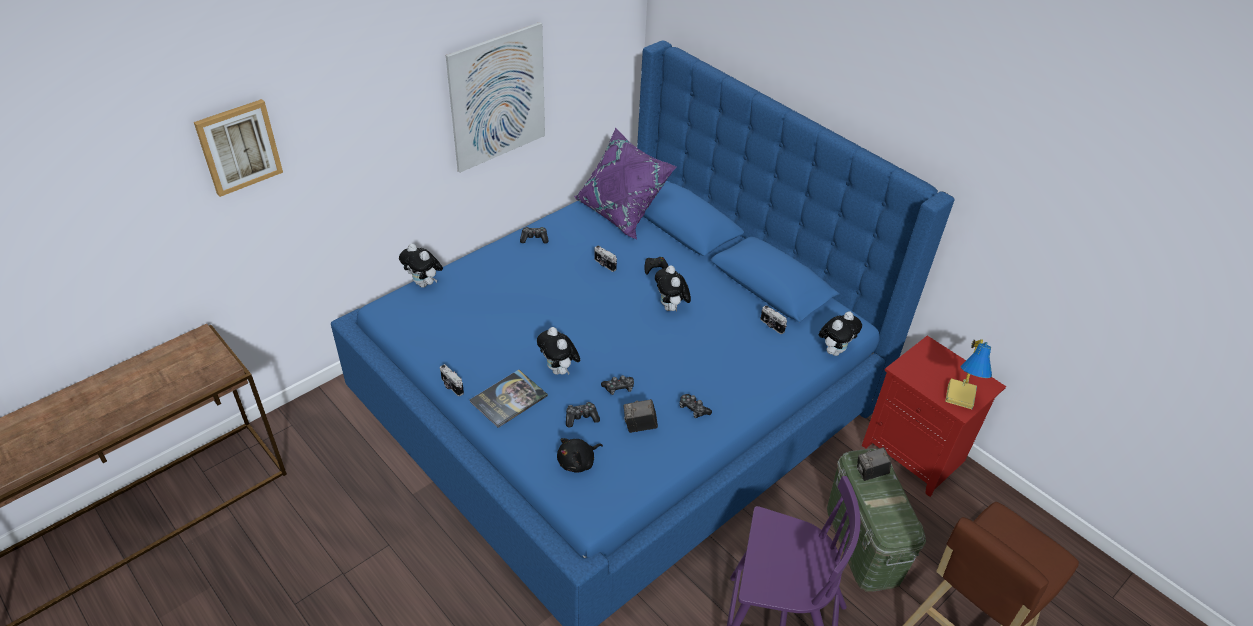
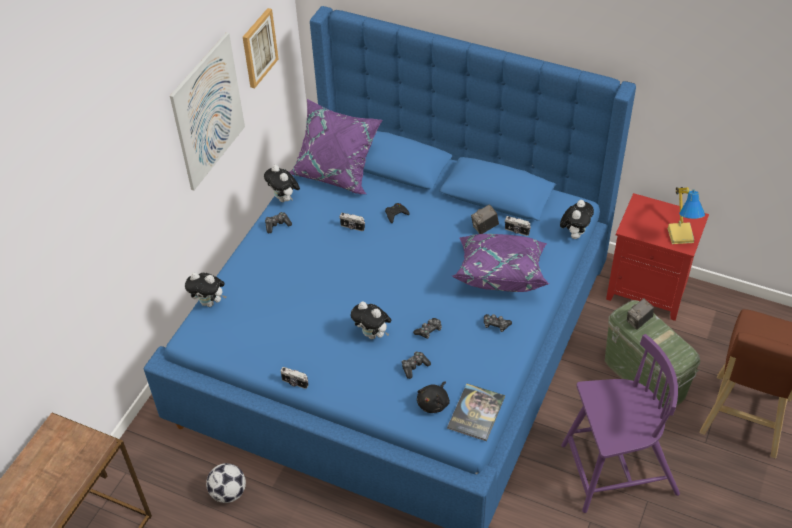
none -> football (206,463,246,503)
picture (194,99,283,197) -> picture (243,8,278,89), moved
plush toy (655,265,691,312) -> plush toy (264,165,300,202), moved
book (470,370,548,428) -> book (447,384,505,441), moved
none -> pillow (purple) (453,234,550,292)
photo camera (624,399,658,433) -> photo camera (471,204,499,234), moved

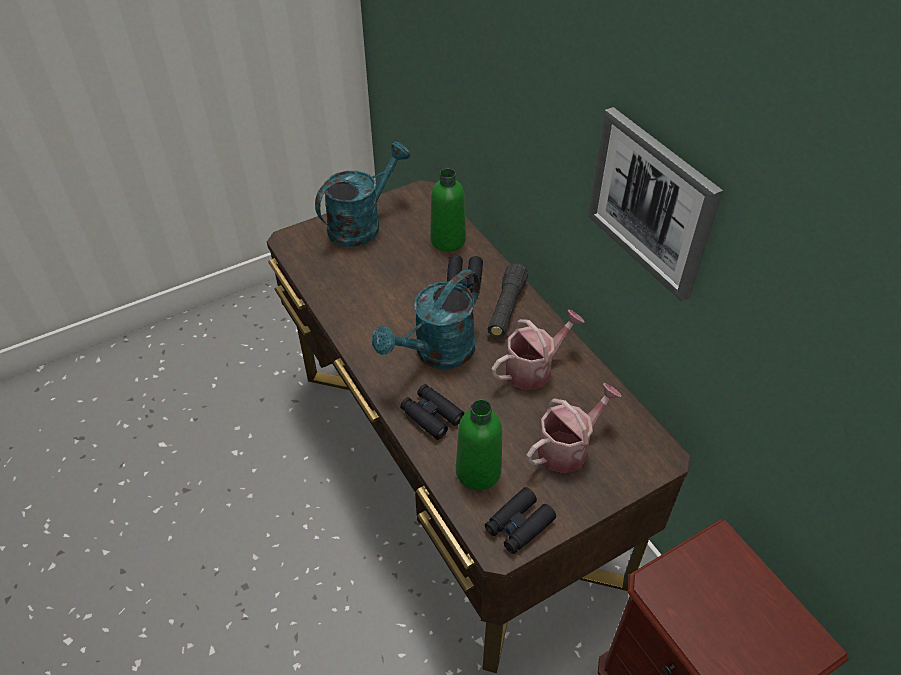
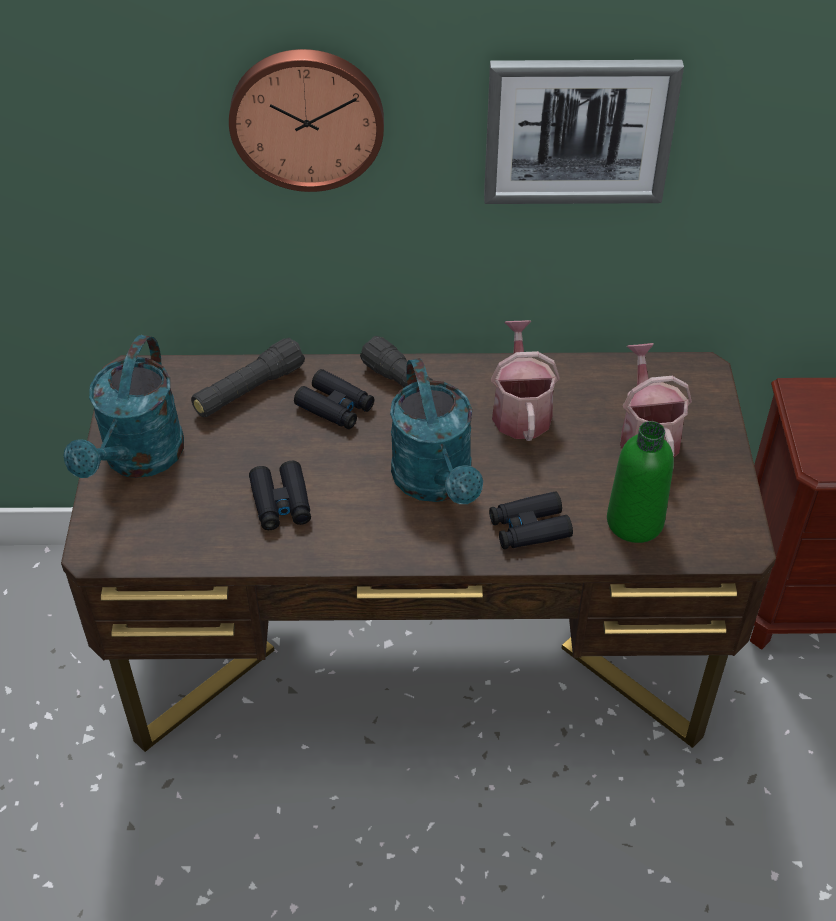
watering can (turquoise) (315,141,410,247) -> watering can (turquoise) (63,335,184,478), 150 degrees counterclockwise
bottle (green) (430,169,466,252) -> flashlight (black) (191,338,305,417)
none -> wall clock (229,49,384,192)
binoculars (black) (485,487,556,554) -> binoculars (black) (249,461,311,530), moved

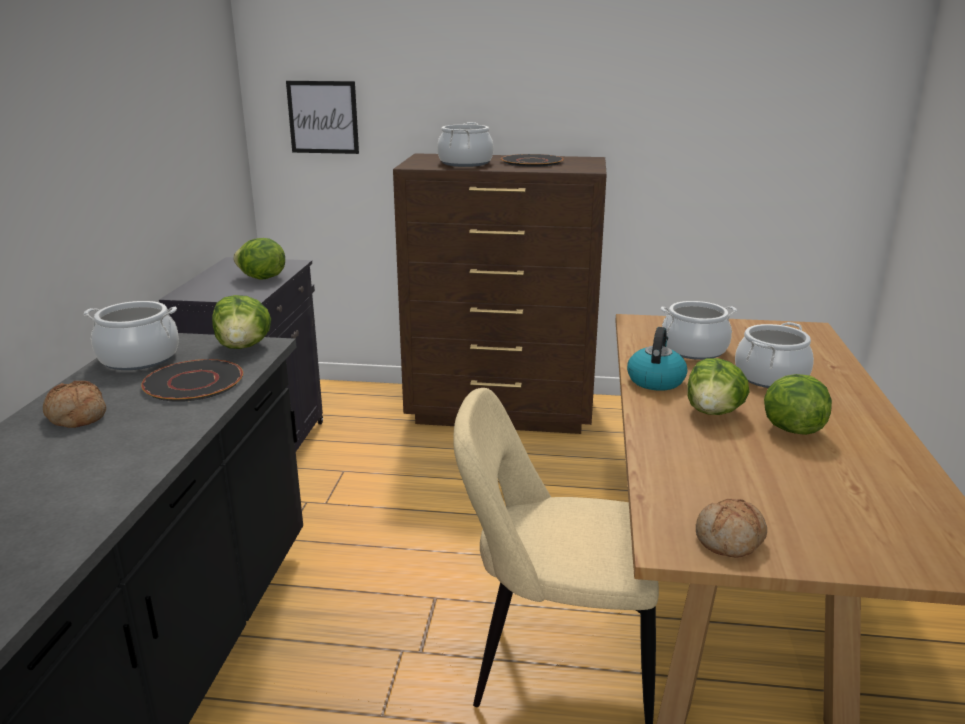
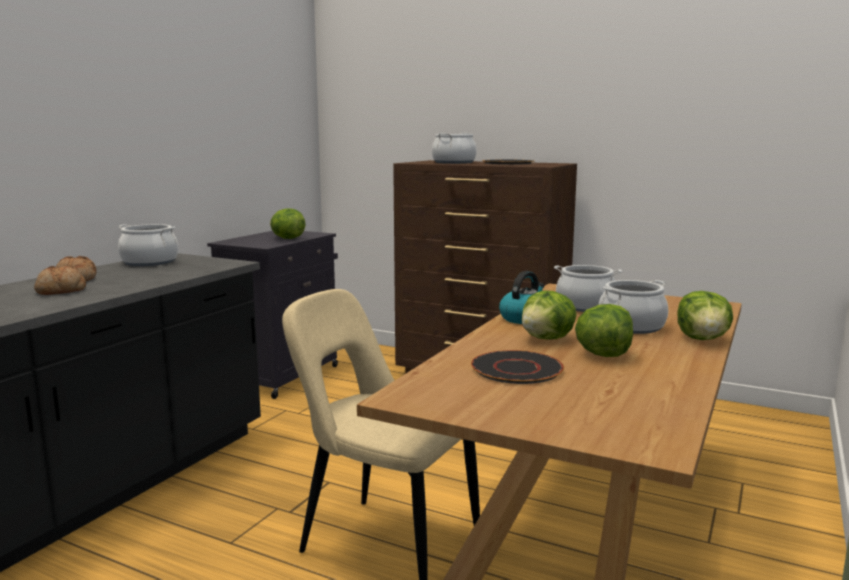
bread (696,499,767,558) -> bread (34,266,86,295), moved
plate (black) (141,359,243,402) -> plate (black) (471,350,564,384), moved
lettuce (212,295,271,349) -> lettuce (677,291,733,340), moved
picture (286,81,359,154) -> none

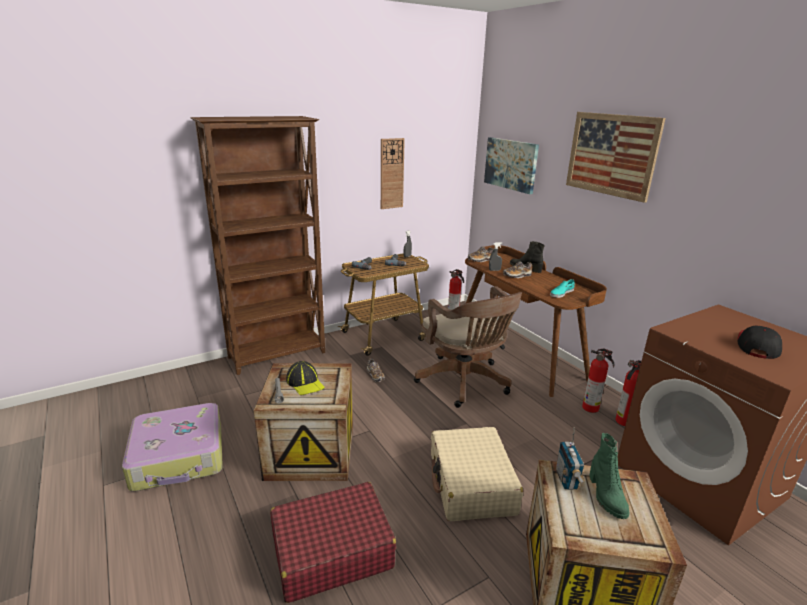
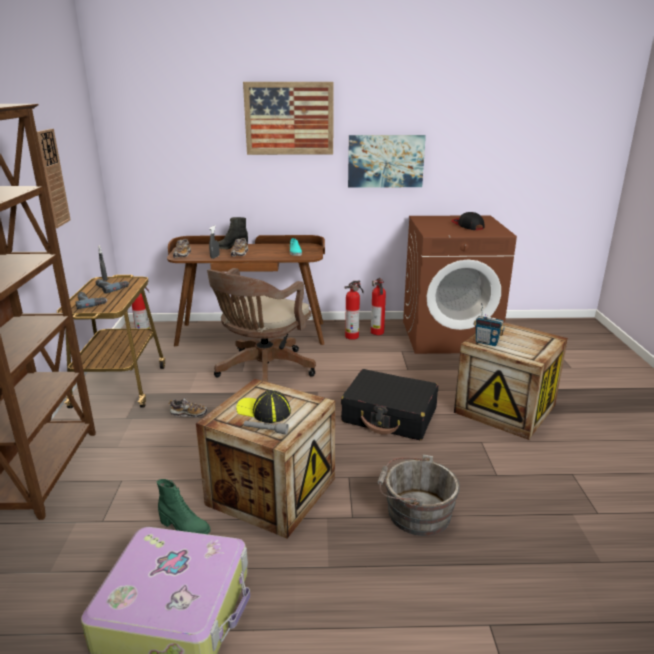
boot (green) (590,433,629,519) -> boot (green) (157,479,211,534), moved
office chair (brown) (414,286,522,408) -> office chair (brown) (207,268,316,382), 120 degrees clockwise
cap (286,361,325,395) -> cap (236,390,291,423), 150 degrees counterclockwise
suitcase (beige) (431,427,523,521) -> suitcase (black) (341,369,438,440)
picture (484,137,539,194) -> picture (348,135,426,188), moved
suitcase (red) (270,482,396,603) -> bucket (grey) (377,454,460,536)

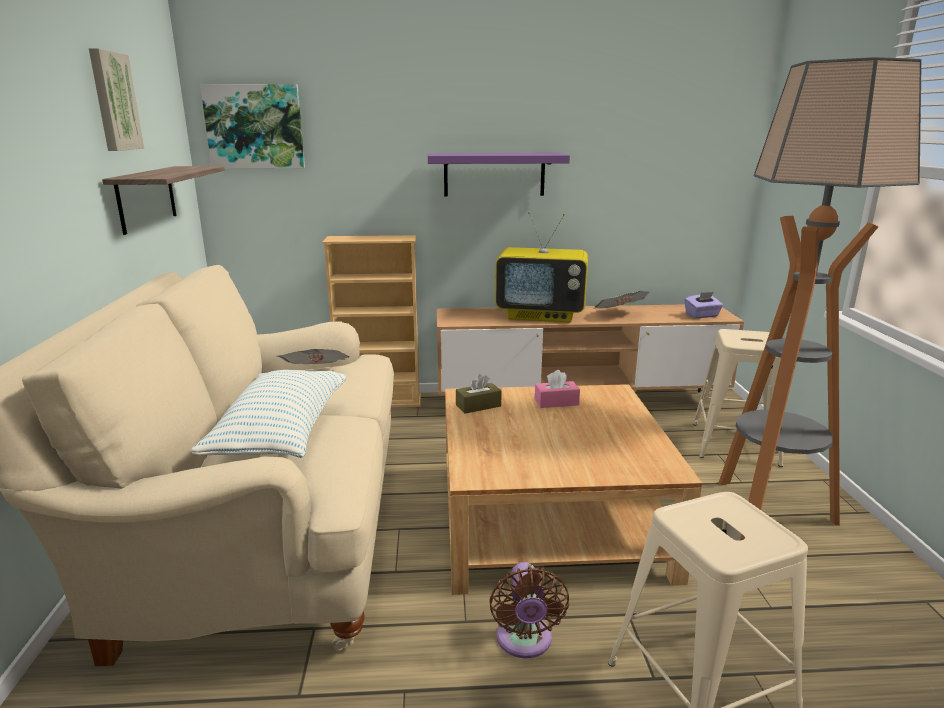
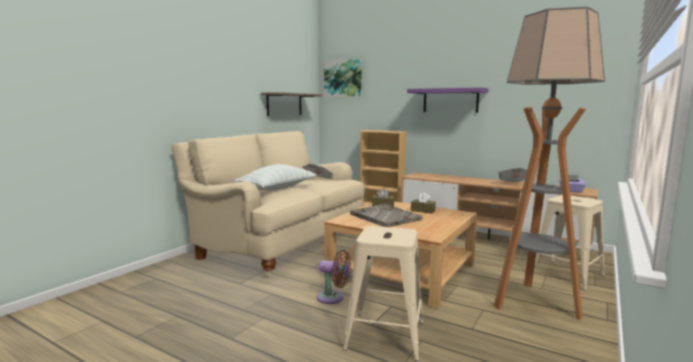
fan (brown) (489,562,569,659) -> fan (brown) (317,250,351,304), 105 degrees counterclockwise
none -> tray (grey) (350,204,423,227)
tissue box (pink) (535,370,580,408) -> tissue box (brown) (411,192,436,213)
picture (89,48,144,151) -> none
television (495,212,588,322) -> none

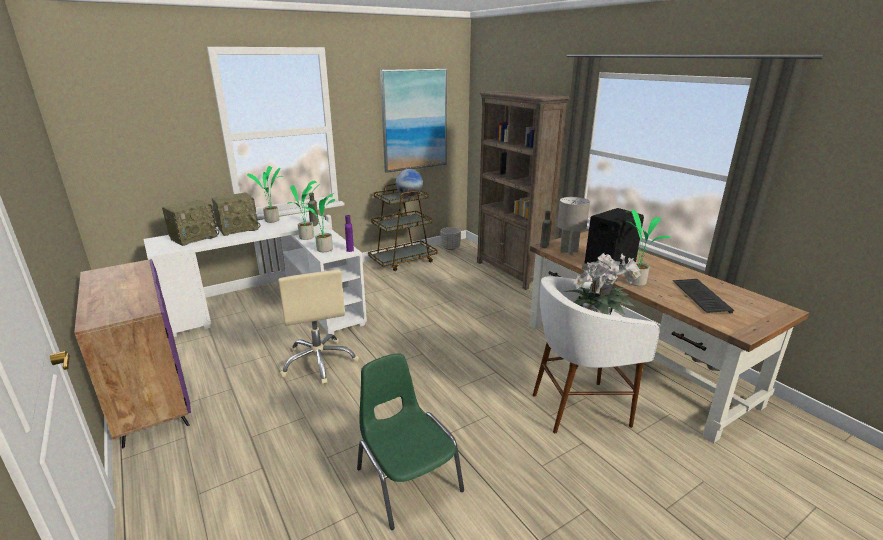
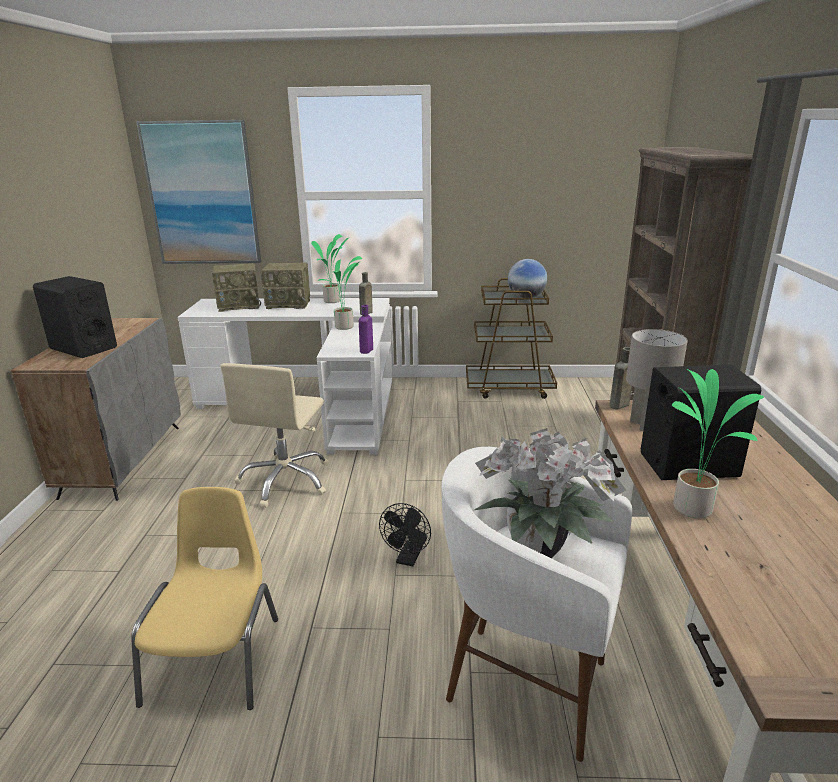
cabinet (purple) (74,259,191,449) -> cabinet (grey) (11,318,181,501)
none -> speaker (black) (33,276,117,358)
chair (green) (357,354,464,530) -> chair (yellow) (131,487,278,710)
picture (380,69,447,173) -> picture (136,120,261,264), moved
none -> fan (black) (379,503,431,566)
potted plant (301,194,335,252) -> none
planter (grey) (440,227,461,250) -> none
keyboard (673,279,734,313) -> none

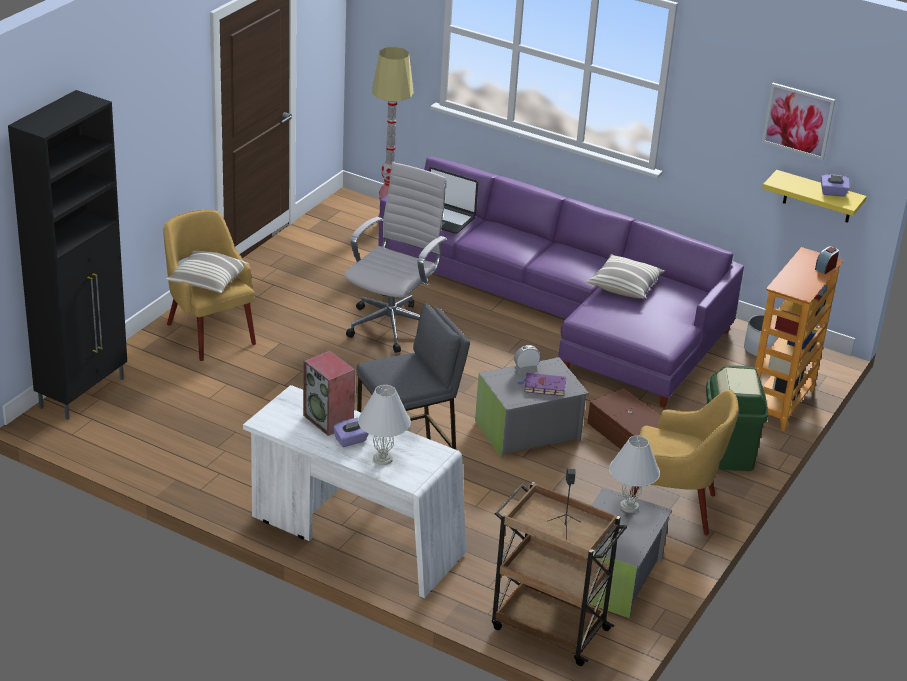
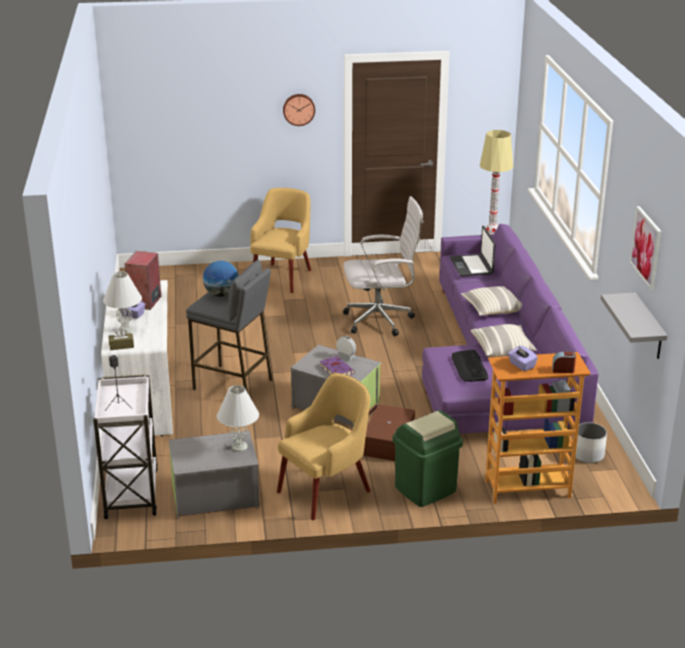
cart (brown) (492,482,627,666) -> cart (white) (93,374,158,519)
none -> tissue box (brown) (109,329,134,350)
none -> globe (203,261,239,297)
armchair (yellow) (629,389,739,535) -> armchair (yellow) (277,373,371,520), 105 degrees counterclockwise
none -> wall clock (283,94,315,126)
none -> keyboard (452,350,489,382)
pillow (166,251,249,293) -> pillow (461,286,522,316), moved
tissue box (purple) (821,175,850,197) -> tissue box (purple) (508,346,538,371), moved
shelf (yellow) (762,170,867,223) -> shelf (grey) (601,293,668,359)
cabinet (black) (8,90,127,420) -> none

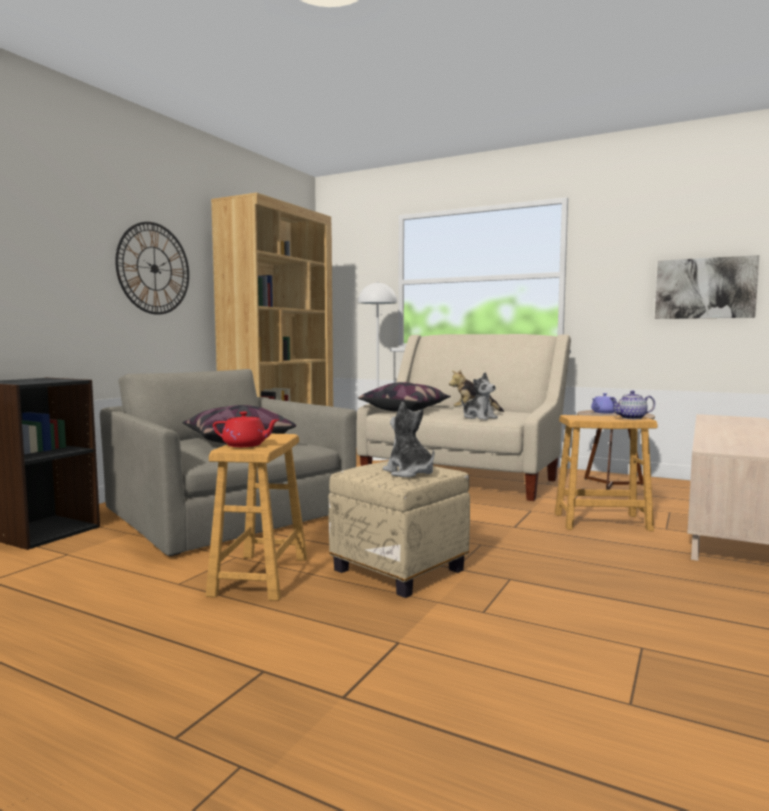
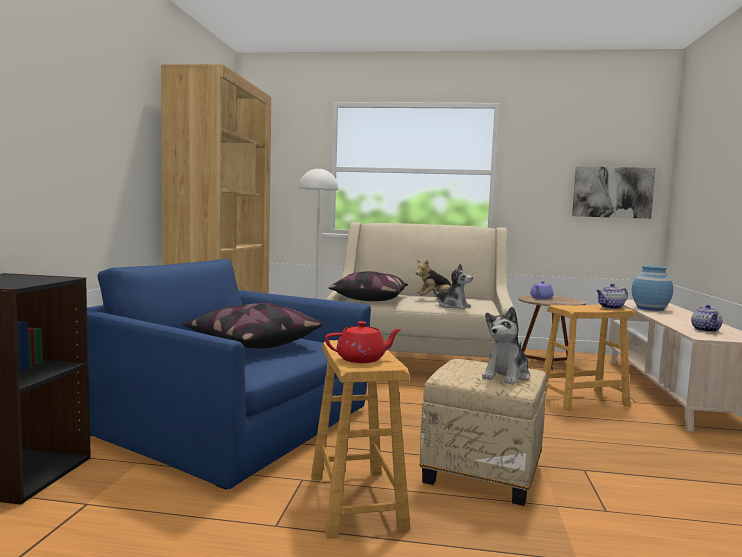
armchair (grey) (100,369,357,557) -> armchair (blue) (87,259,371,490)
plush toy (383,402,434,477) -> plush toy (482,306,531,385), 90 degrees counterclockwise
none -> vase (blue) (632,266,673,311)
none -> teapot (691,305,723,332)
wall clock (115,222,189,315) -> none

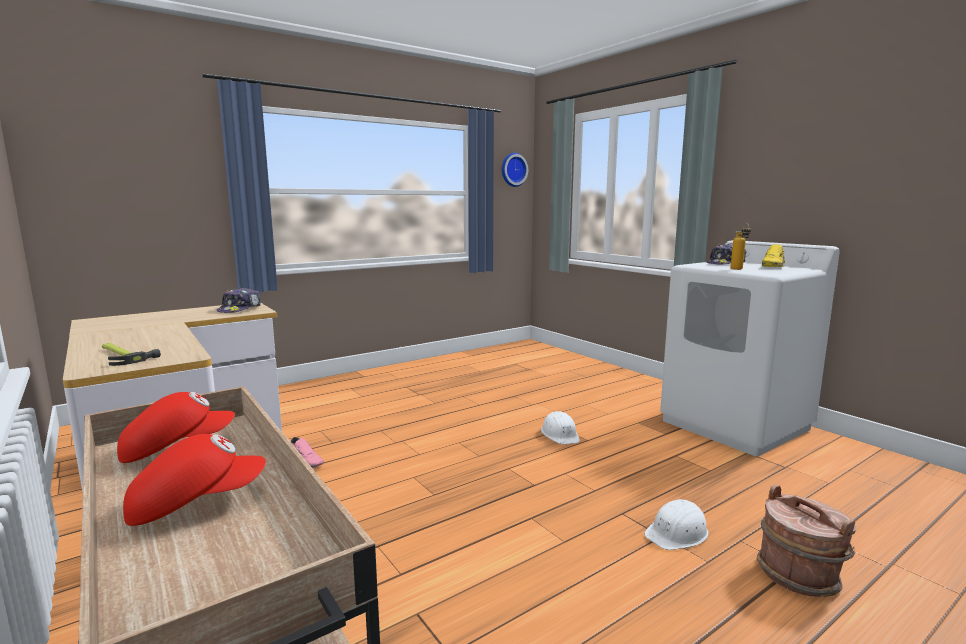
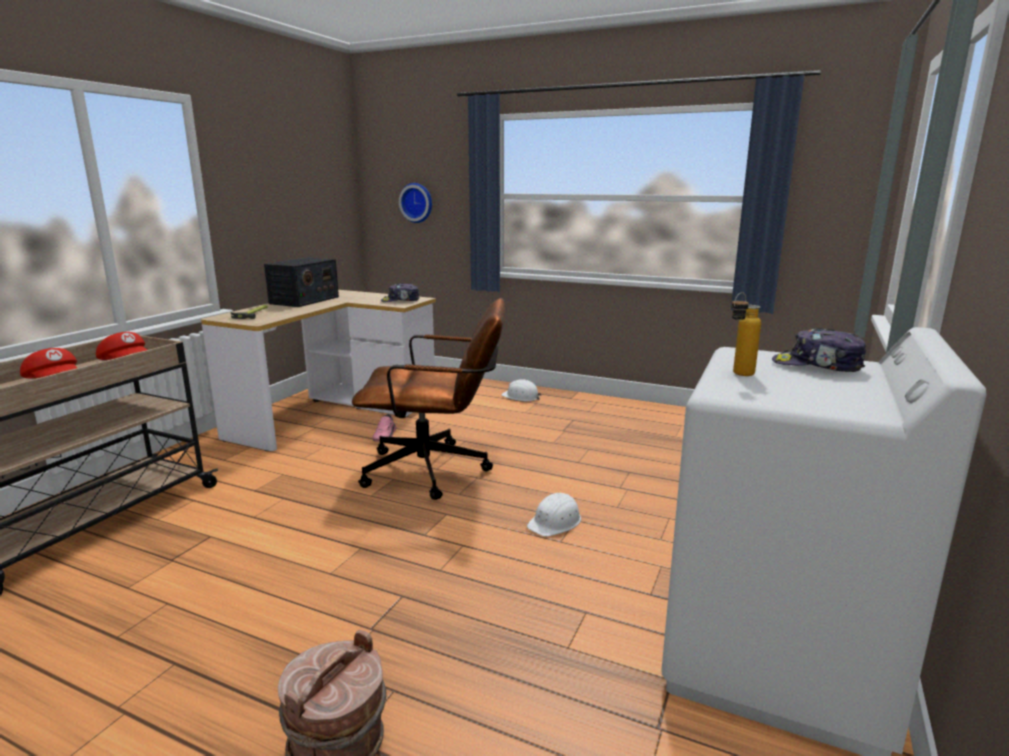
none -> radio (264,257,339,307)
none -> office chair (brown) (352,298,505,500)
wall clock (502,153,528,187) -> wall clock (399,183,432,223), moved
hard hat (white) (644,499,709,550) -> hard hat (white) (501,379,541,401), moved
shoe (yellow) (762,244,785,267) -> none

